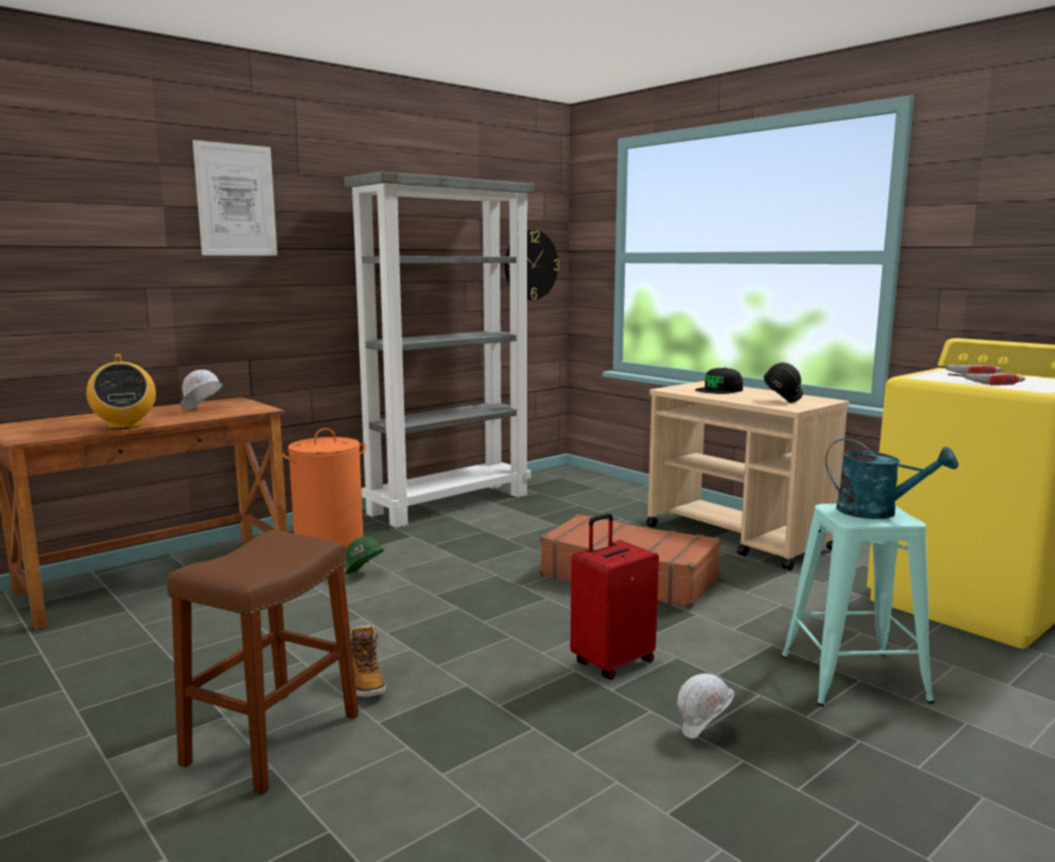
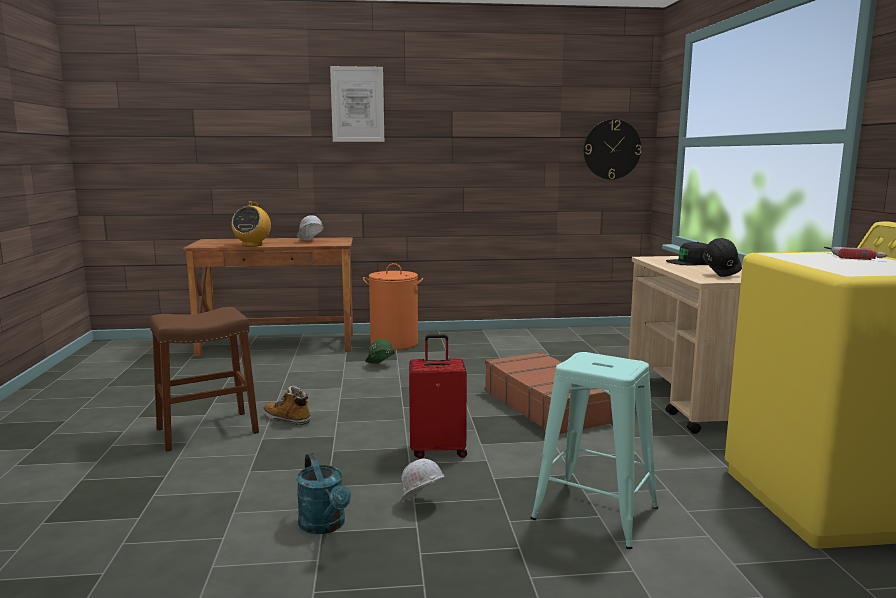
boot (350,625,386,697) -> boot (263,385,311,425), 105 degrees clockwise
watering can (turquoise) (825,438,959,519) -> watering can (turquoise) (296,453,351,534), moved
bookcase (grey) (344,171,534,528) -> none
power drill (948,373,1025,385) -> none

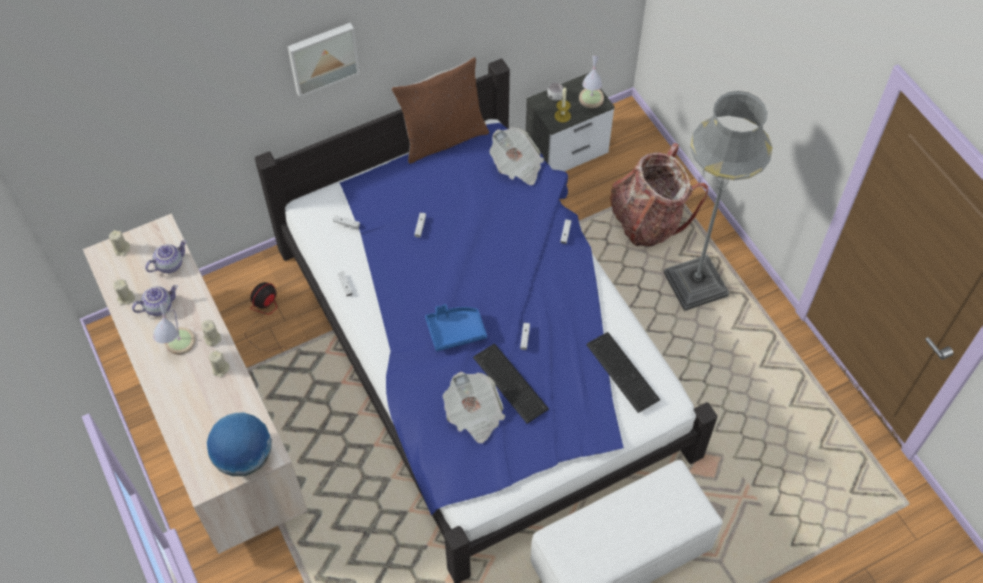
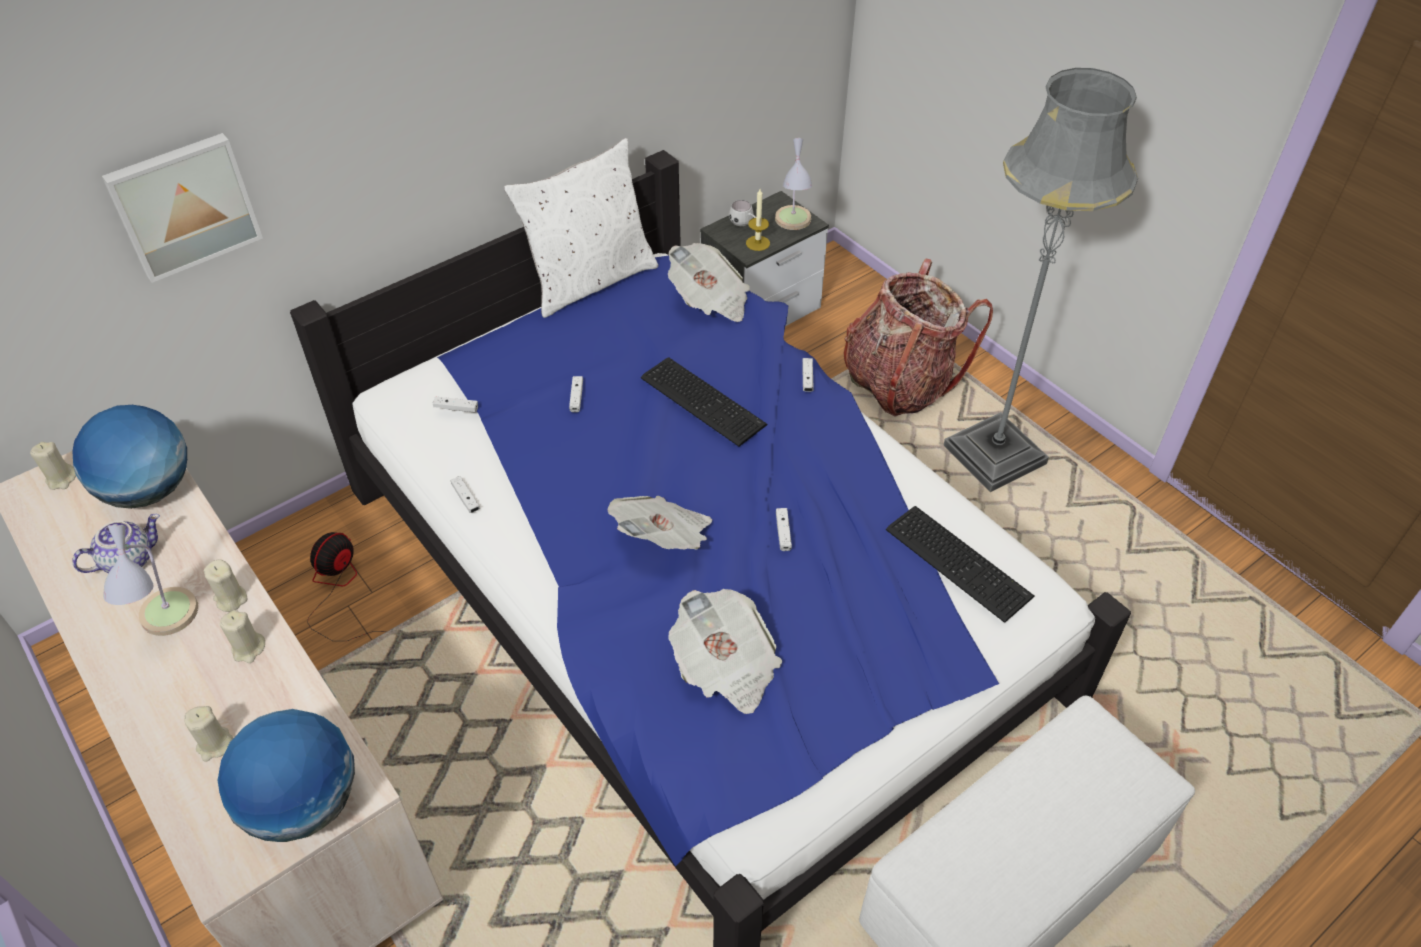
teapot (145,240,187,273) -> globe (72,405,187,509)
picture (287,23,360,97) -> picture (102,133,263,283), moved
candle (beige) (113,279,135,306) -> candle (beige) (184,706,233,762), moved
pillow (brown) (391,57,489,164) -> pillow (white) (504,138,658,318)
tray (blue) (425,304,487,351) -> newspaper (608,496,712,550)
keyboard (473,344,549,424) -> keyboard (641,358,767,447), moved

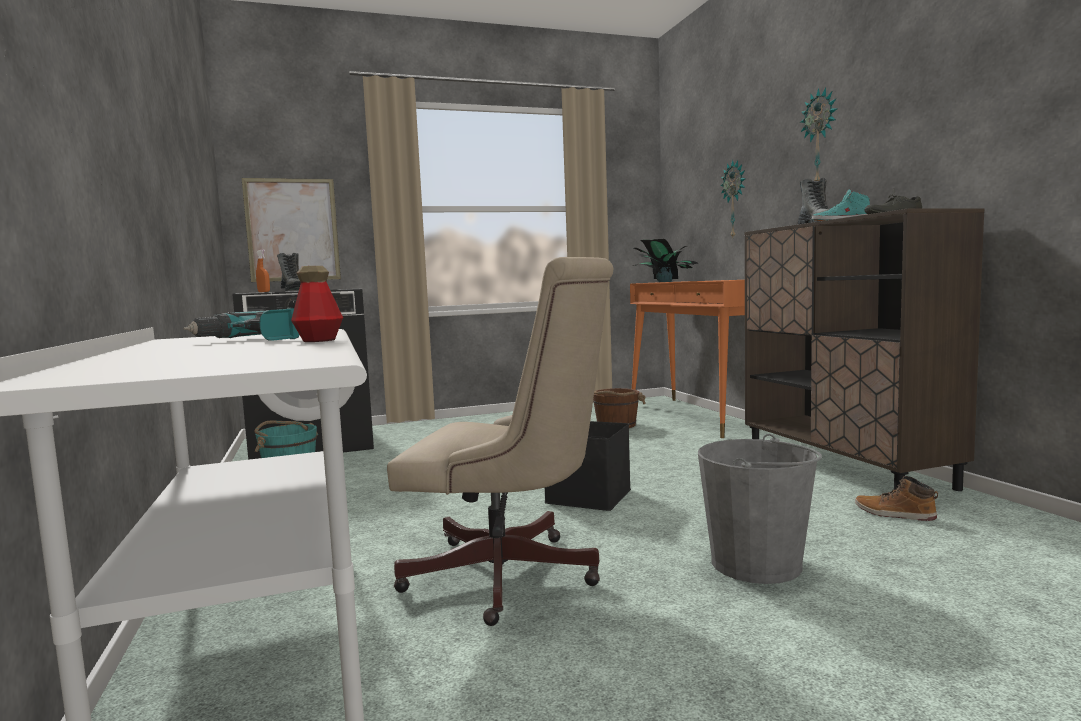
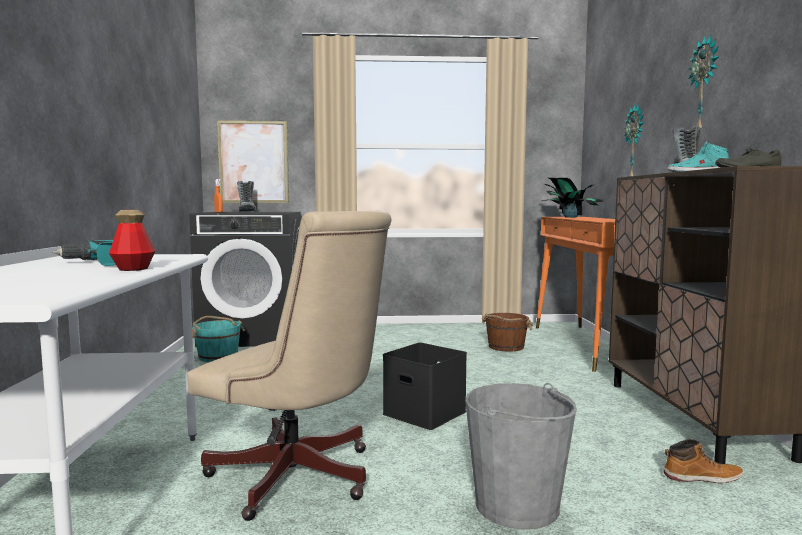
boot (855,476,938,521) -> boot (664,439,743,483), 135 degrees clockwise

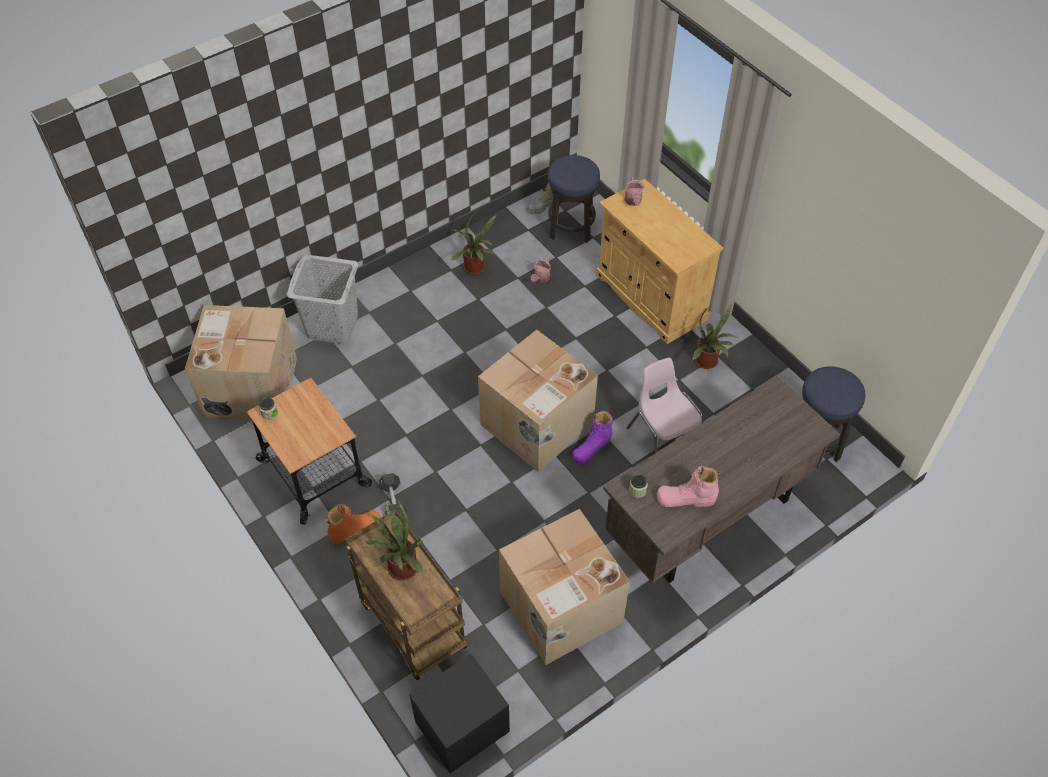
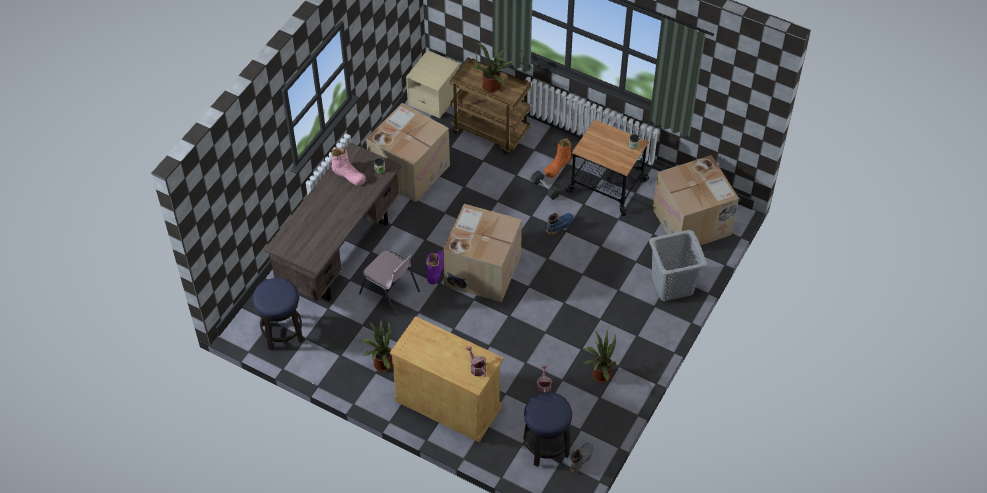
boot (pink) (657,466,720,507) -> boot (pink) (331,148,366,186), 60 degrees clockwise
nightstand (black) (409,654,510,774) -> nightstand (beige) (406,50,460,119)
none -> boot (blue) (547,213,573,235)

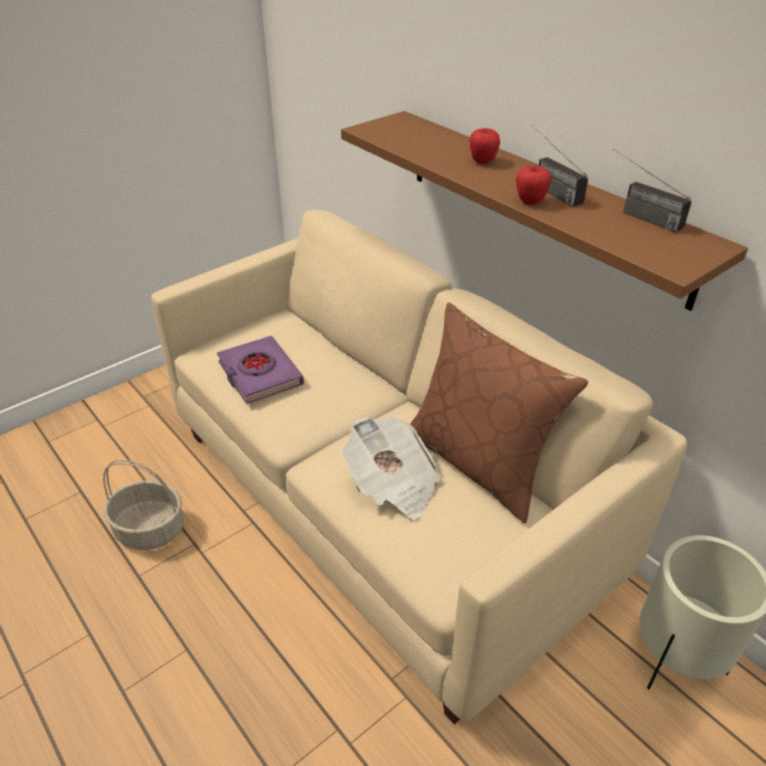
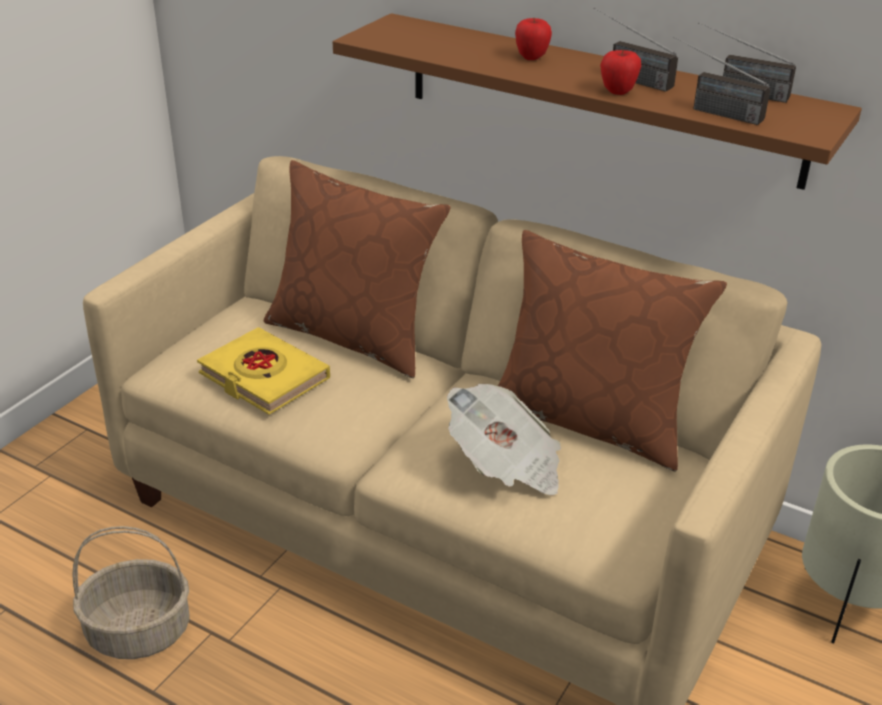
book (purple) (217,336,304,404) -> book (yellow) (197,327,330,415)
none -> pillow (brown) (264,160,451,378)
none -> radio (673,37,770,125)

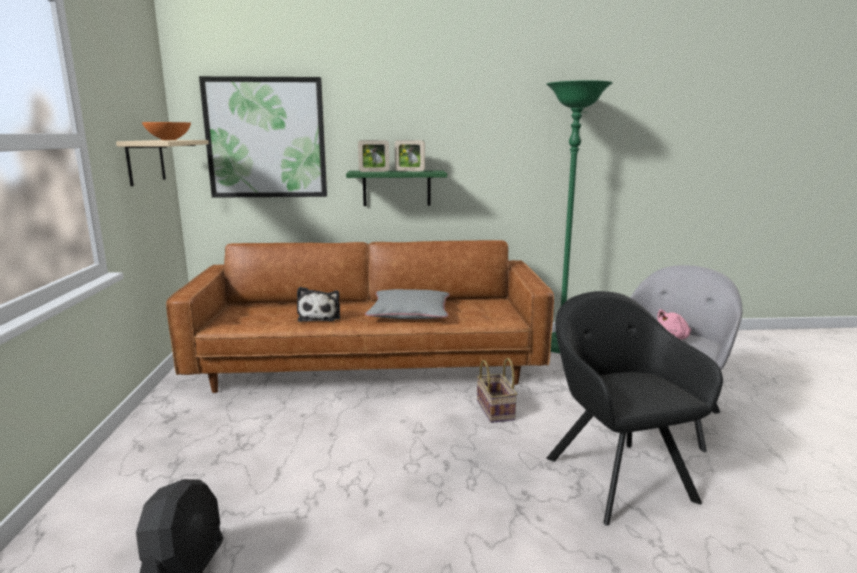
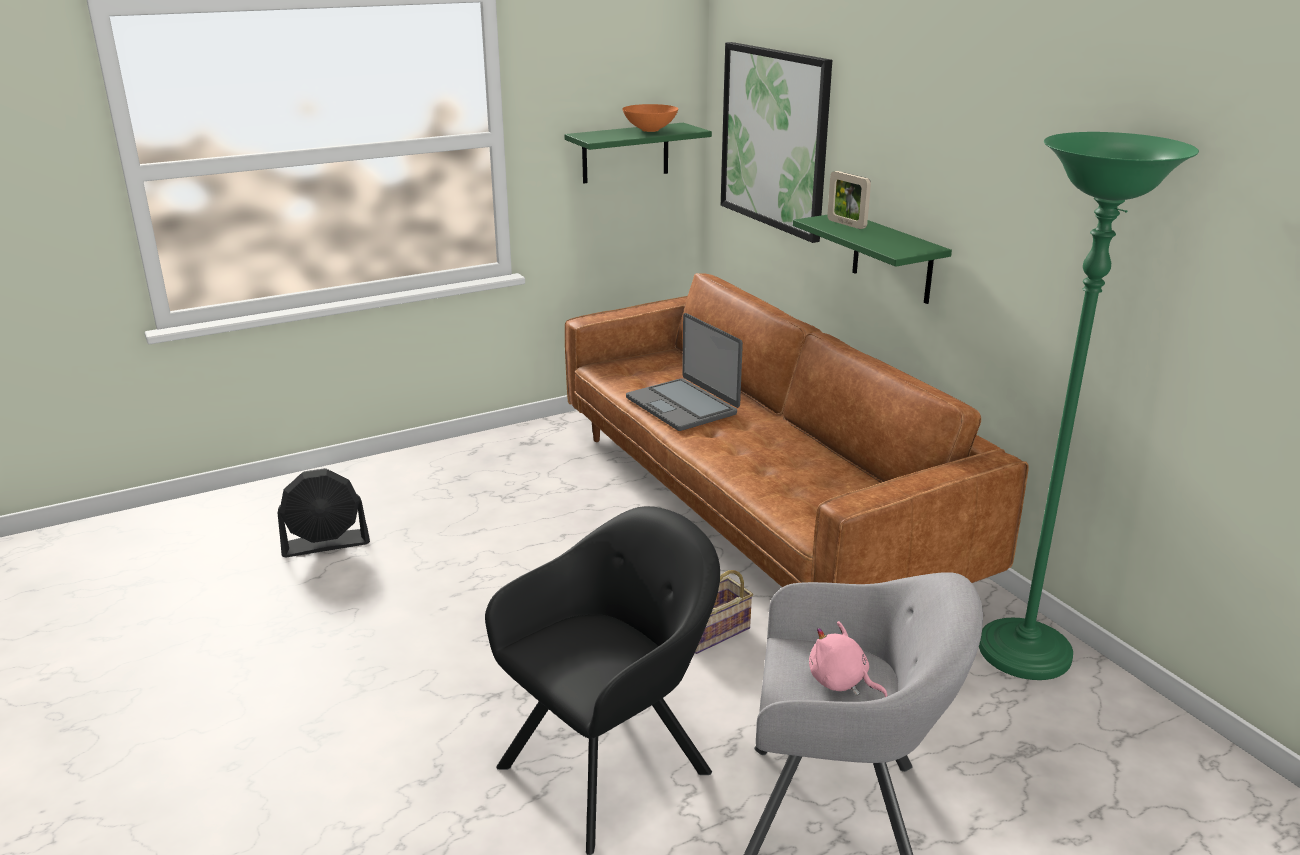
shelf (beige) (116,140,209,186) -> shelf (green) (565,123,712,183)
plush toy (297,287,340,322) -> laptop (626,313,743,431)
pillow (grey) (365,289,450,319) -> none
picture frame (395,140,425,172) -> none

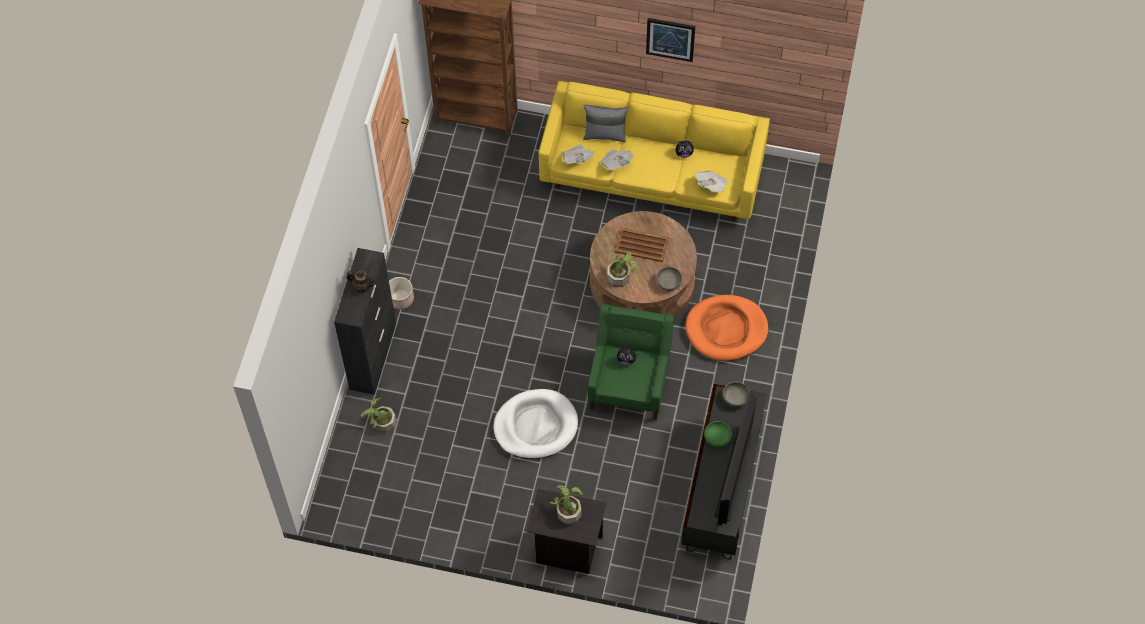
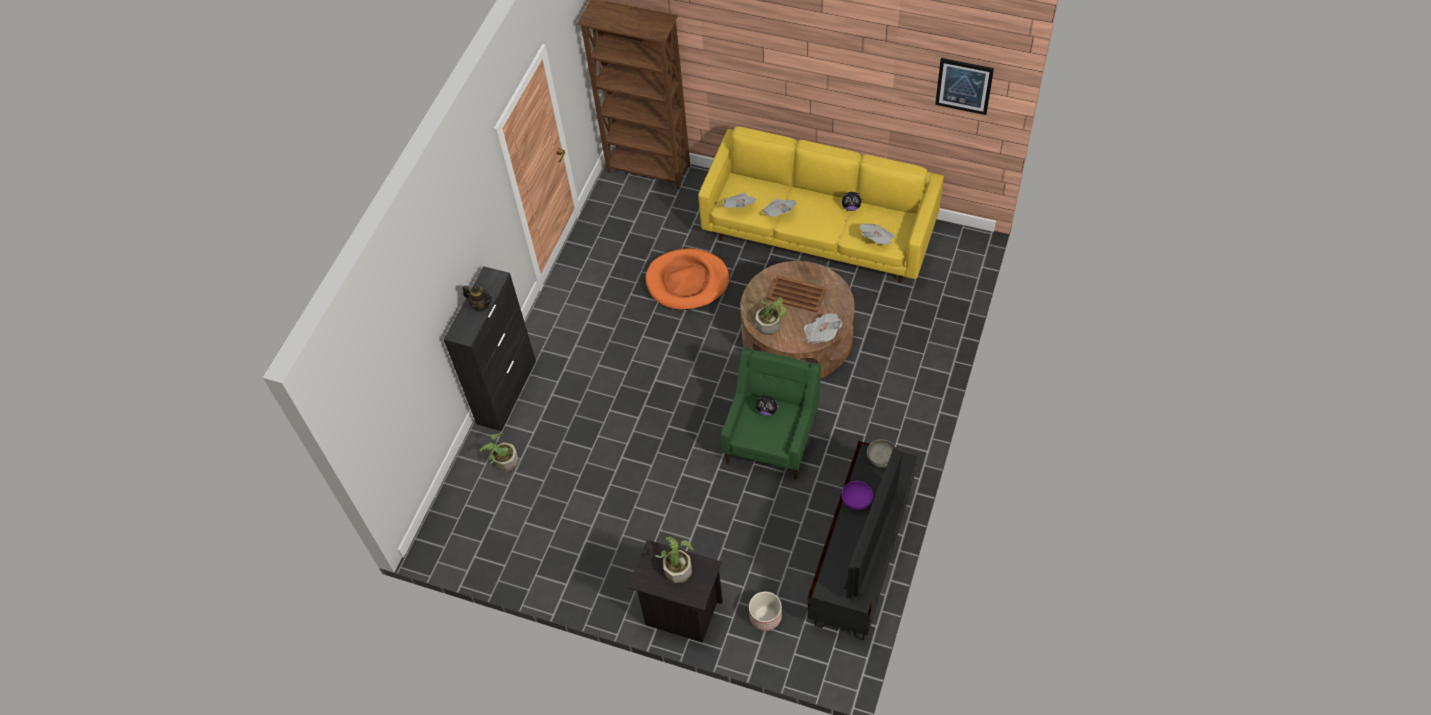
dog bed (orange) (685,295,768,361) -> dog bed (orange) (646,248,729,310), moved
planter (389,277,414,310) -> planter (749,592,782,631), moved
bowl (grey) (656,267,682,291) -> newspaper (804,314,842,343)
bowl (green) (704,421,732,447) -> bowl (purple) (842,481,873,510)
picture (646,18,695,62) -> picture (935,58,994,115), moved
dog bed (white) (493,389,578,459) -> none
pillow (grey) (583,105,628,143) -> none

